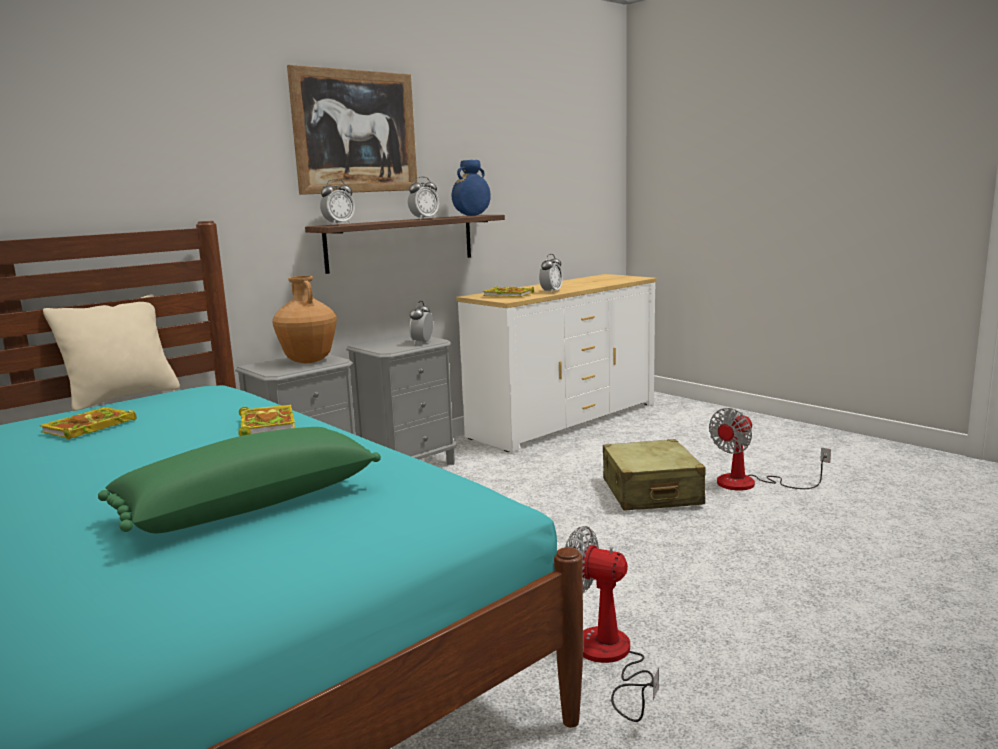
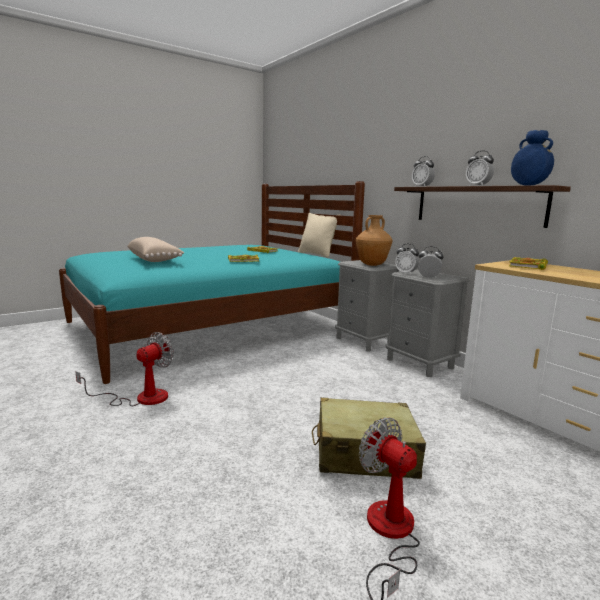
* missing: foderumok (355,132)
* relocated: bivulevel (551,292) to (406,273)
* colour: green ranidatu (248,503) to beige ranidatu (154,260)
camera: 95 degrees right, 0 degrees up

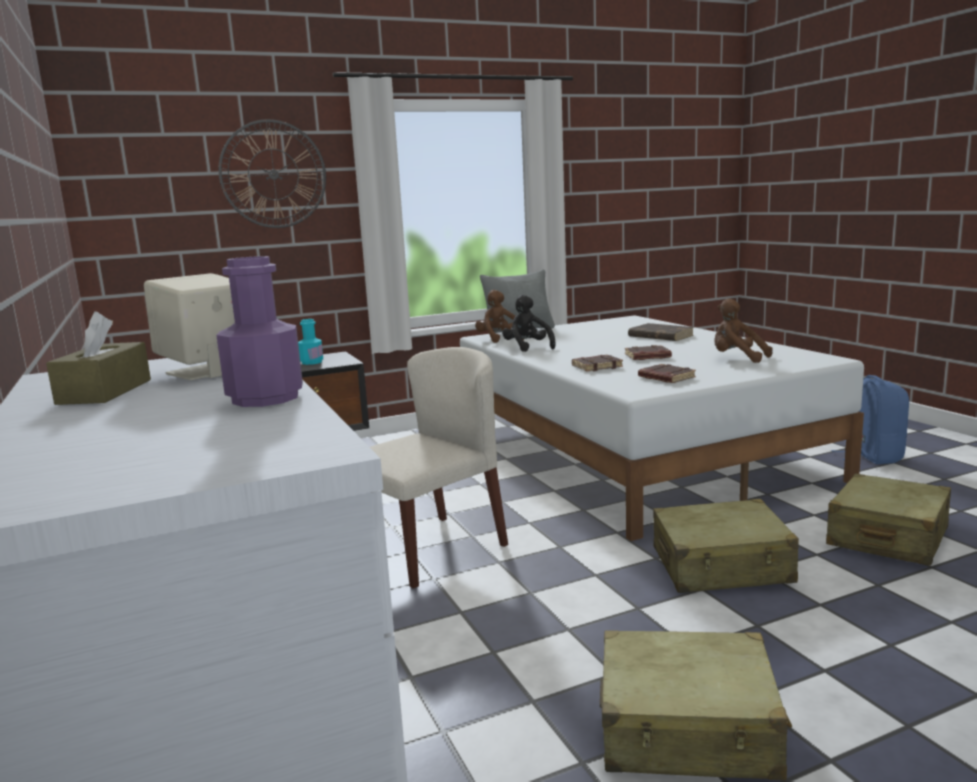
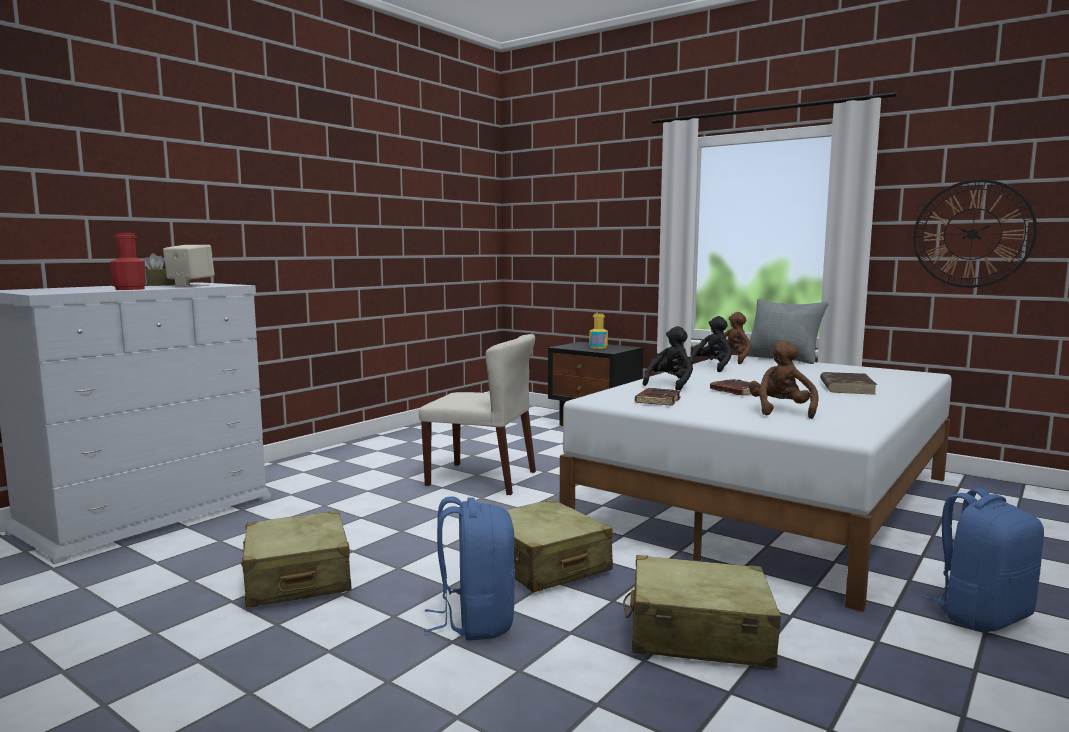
* appeared: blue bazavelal (475,621)
* relocated: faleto (273,174) to (972,234)
* exchanged: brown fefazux (597,367) to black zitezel (670,385)
* colour: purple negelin (265,398) to red negelin (130,289)
* colour: turquoise negelin (312,362) to yellow negelin (598,347)
camera: 60 degrees right, 5 degrees down

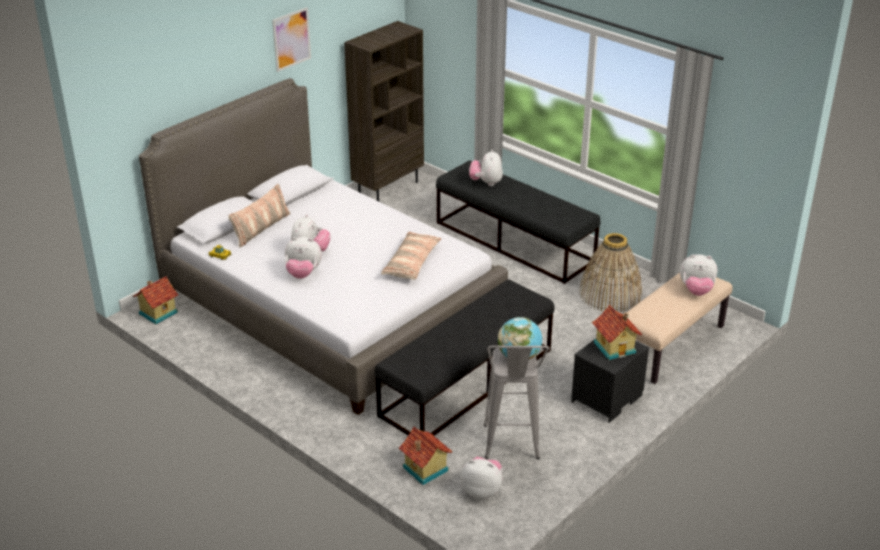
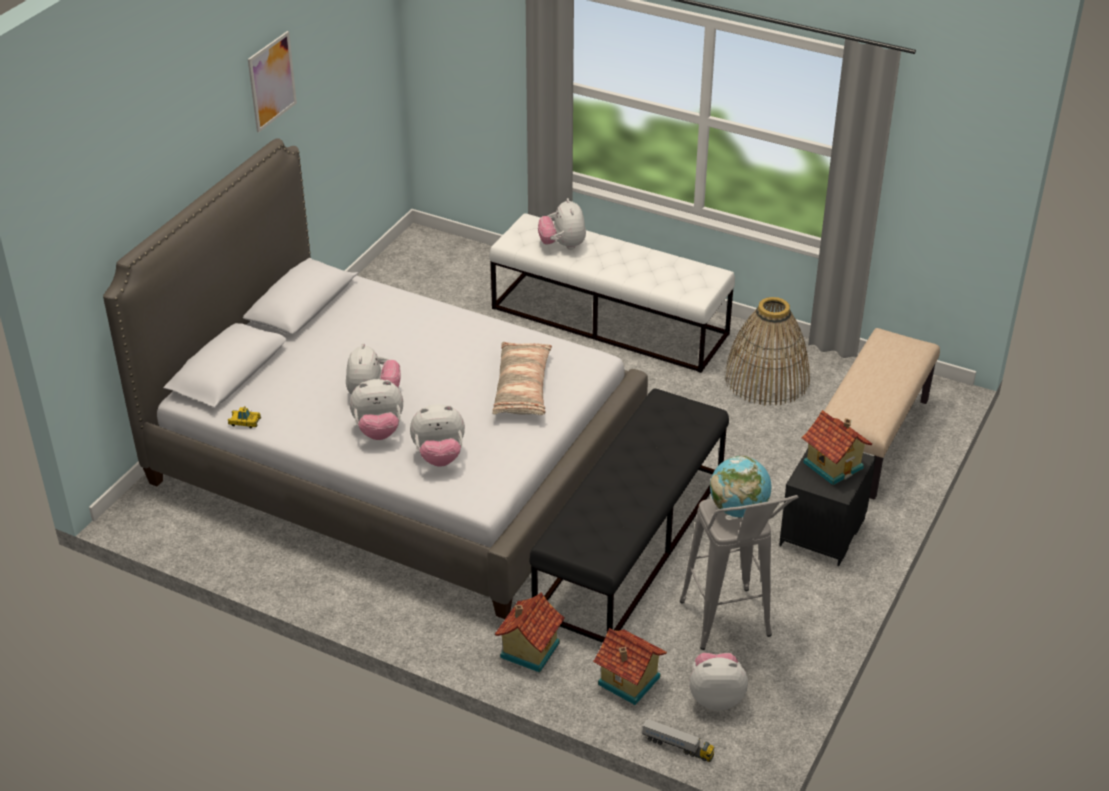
* missing: ranidatu (261,228)
* missing: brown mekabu (388,187)
* appeared: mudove (677,746)
* relocated: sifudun (157,312) to (528,649)
* relocated: zitezel (696,291) to (439,456)
* colour: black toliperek (514,242) to white toliperek (610,321)
camera: 15 degrees left, 5 degrees up

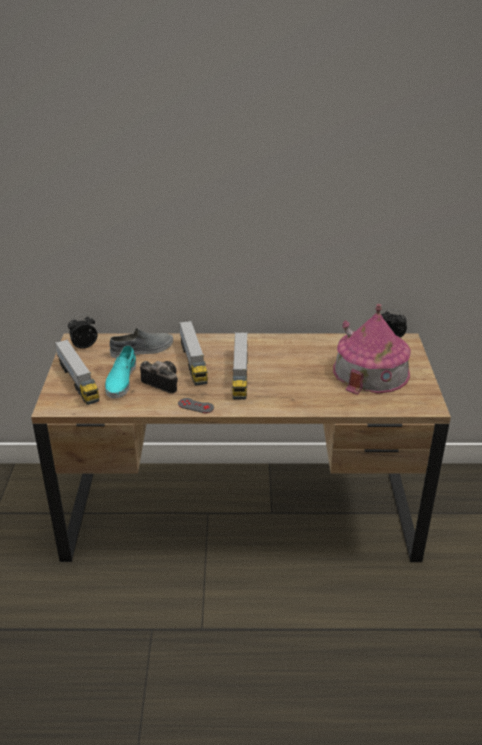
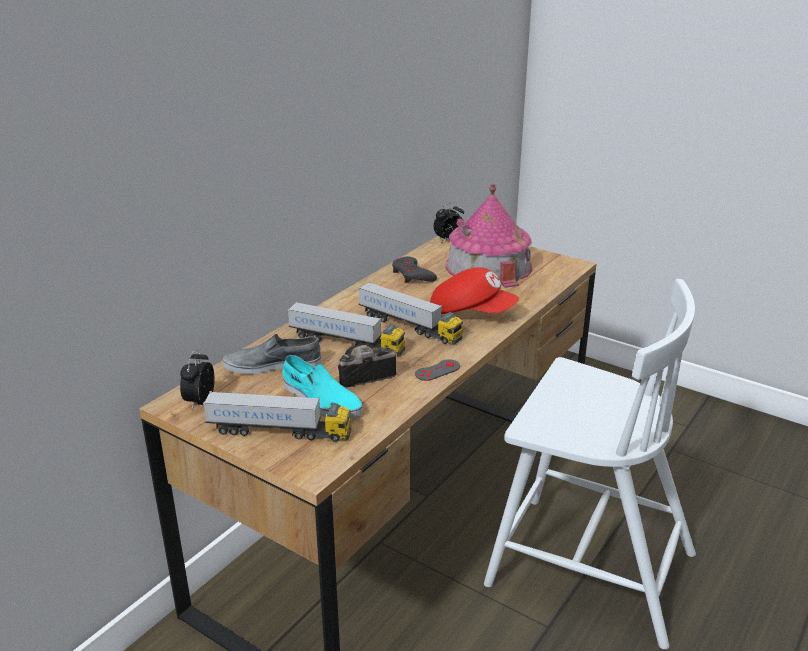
* appeared: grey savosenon (412,275)
* appeared: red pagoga (471,313)
* appeared: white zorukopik (587,567)
* spun: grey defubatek (142,350) = (273,365) 105 degrees counterclockwise
camera: 55 degrees left, 5 degrees down

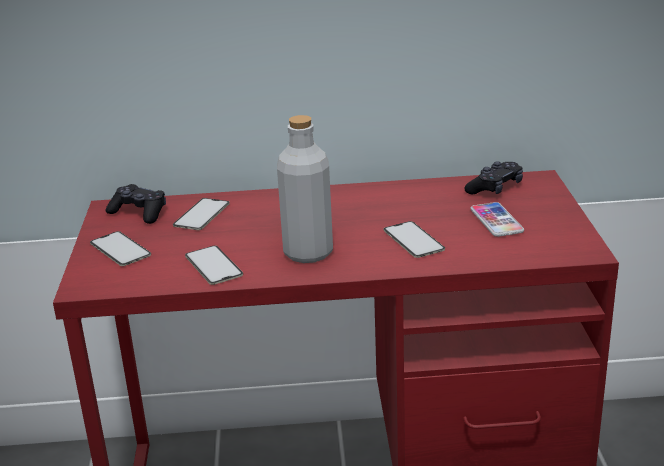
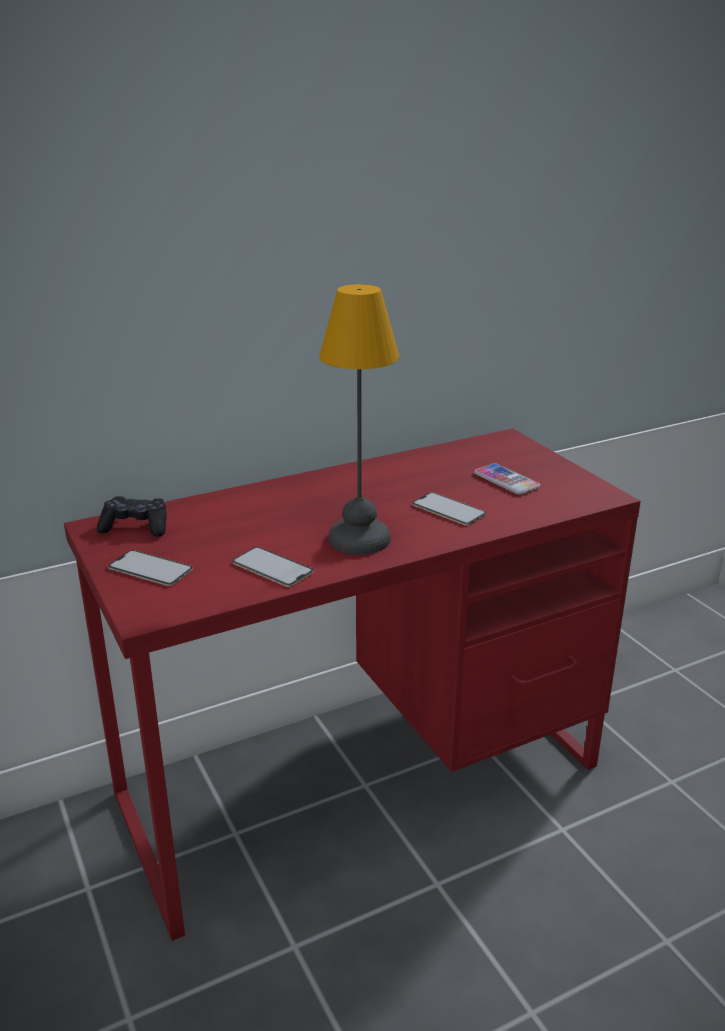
* missing: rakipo (201,214)
* missing: black savosenon (495,188)
* exchanged: grey negelin (308,253) to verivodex (359,538)
camera: 25 degrees left, 0 degrees up

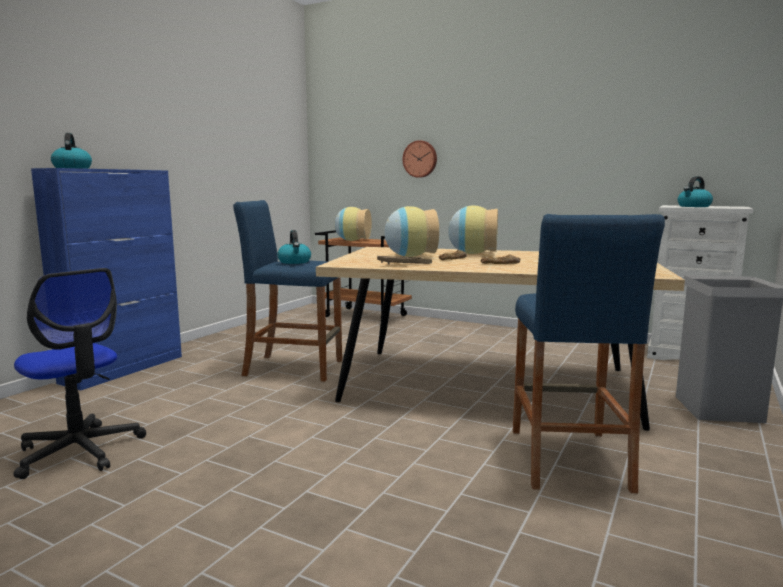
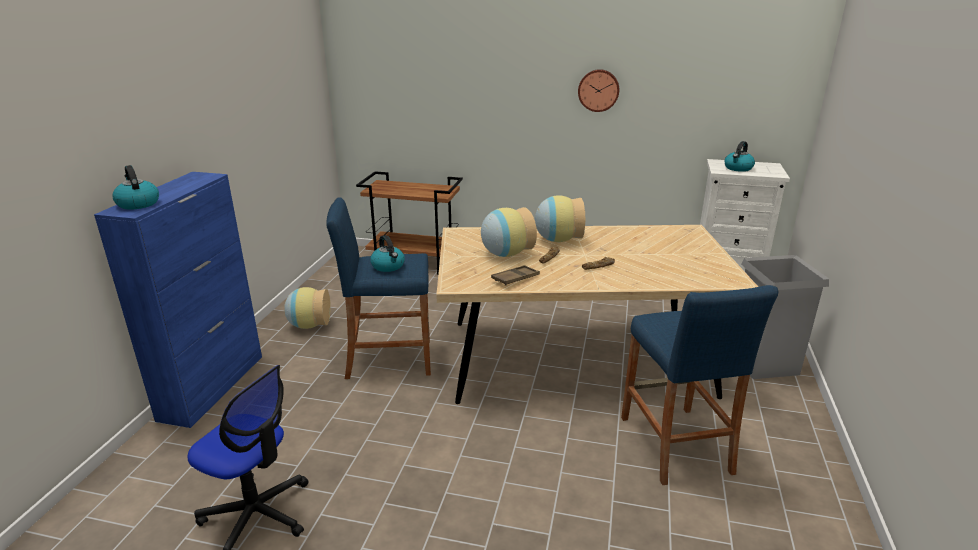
* relocated: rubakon (352,240) to (309,325)
* relocated: faleto (420,159) to (598,90)
camera: 15 degrees left, 15 degrees up

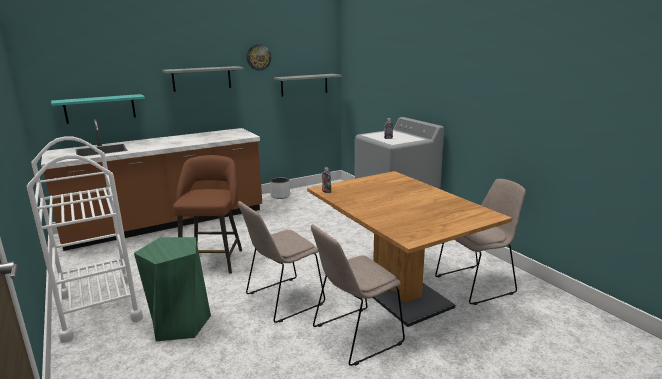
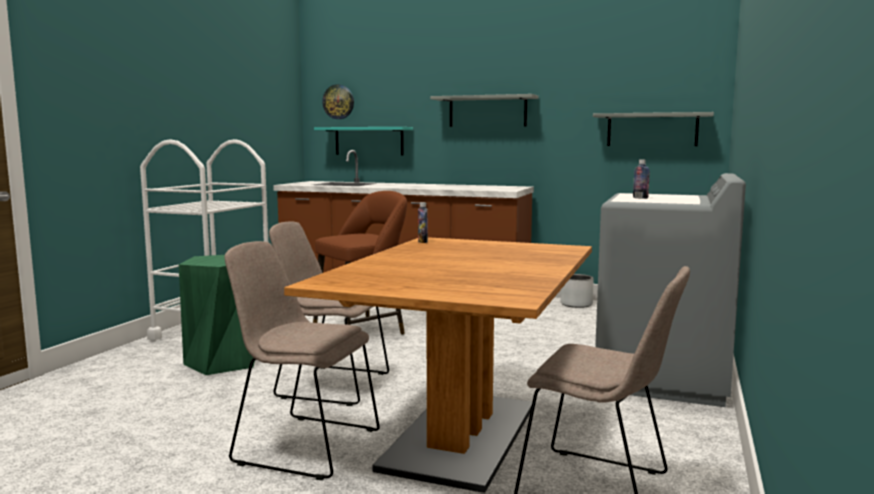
* relocated: faleto (258,57) to (338,102)
camera: 50 degrees right, 10 degrees down

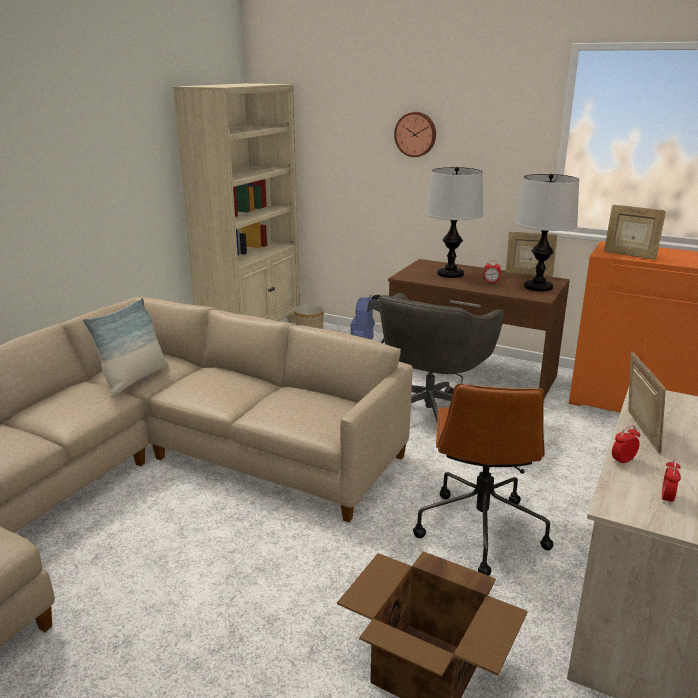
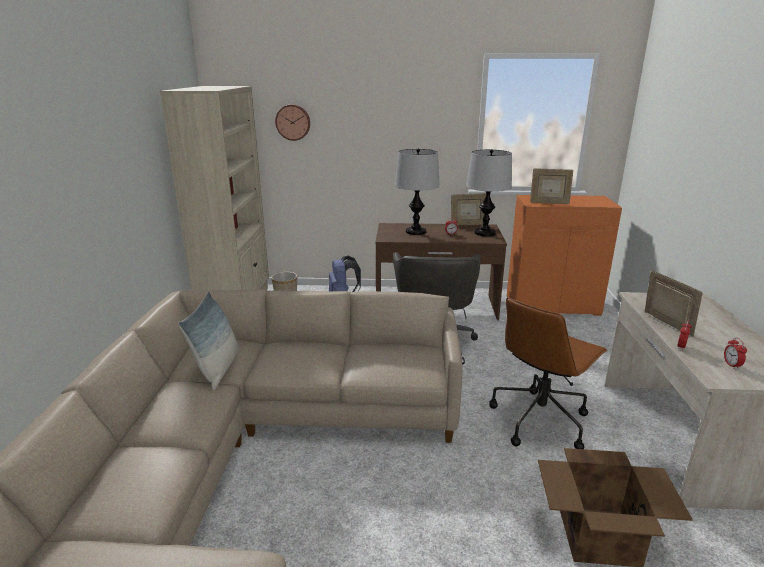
* relocated: faleto (416,134) to (293,122)
* spun: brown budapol (480,529) = (540,419) 60 degrees clockwise
camera: 25 degrees left, 0 degrees up

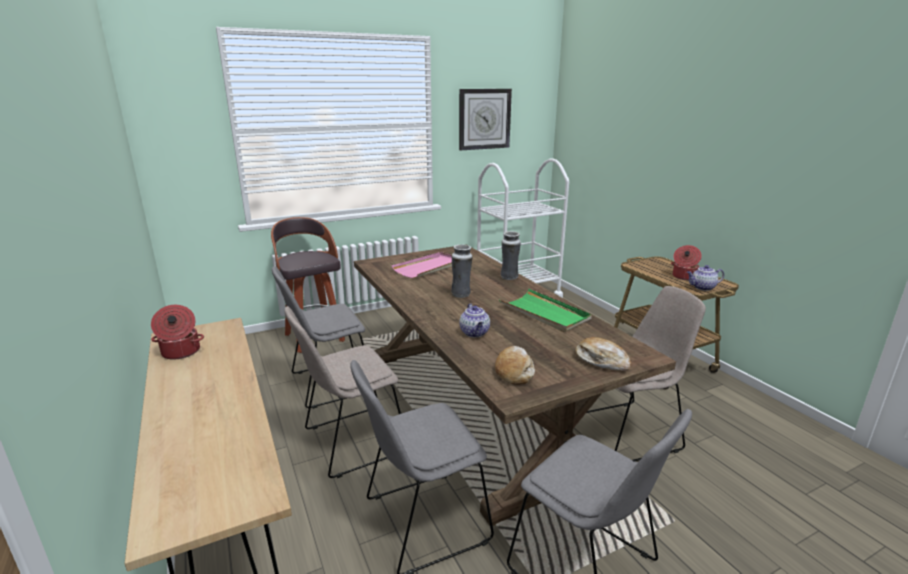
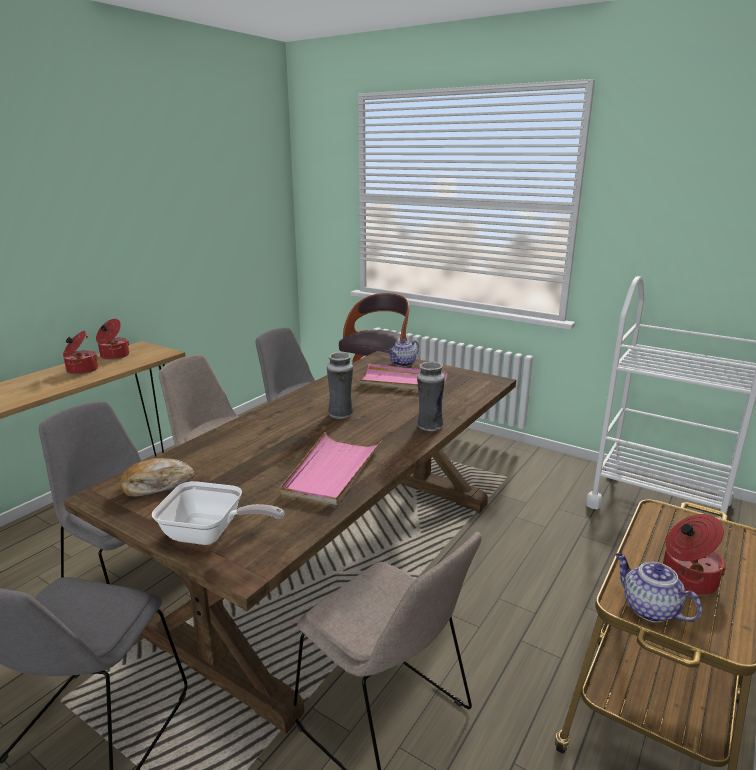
* missing: faleto (484,119)
* appeared: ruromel (81,370)
* relocated: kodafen (475,333) to (403,363)
* exchanged: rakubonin (601,361) to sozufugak (211,534)
* colour: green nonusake (544,313) to pink nonusake (332,471)
camera: 60 degrees right, 0 degrees up

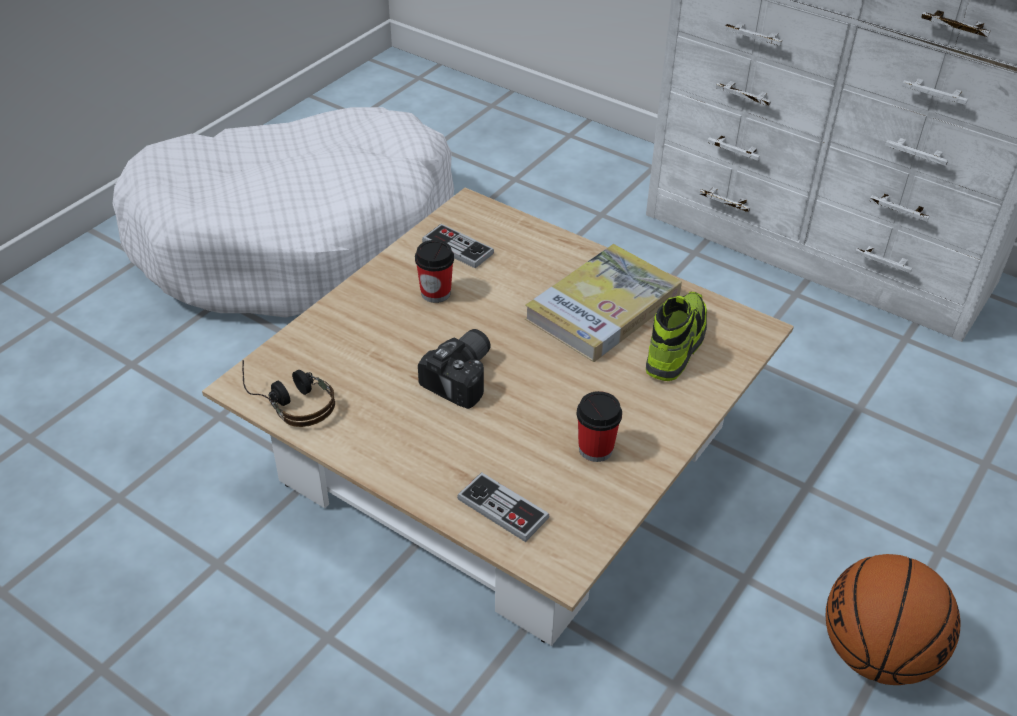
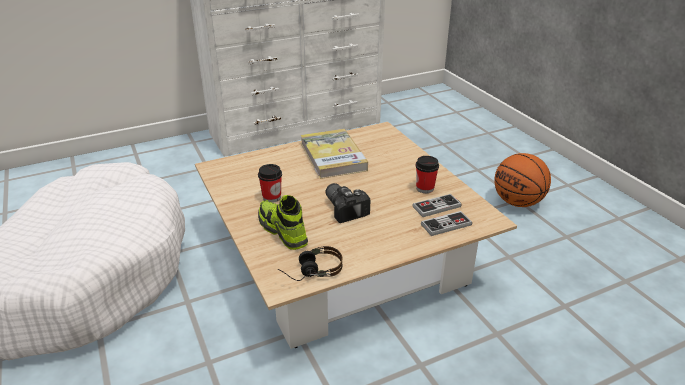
* relocated: savosenon (457,248) to (436,207)
* relocated: defubatek (675,345) to (282,231)
camera: 60 degrees left, 10 degrees down

